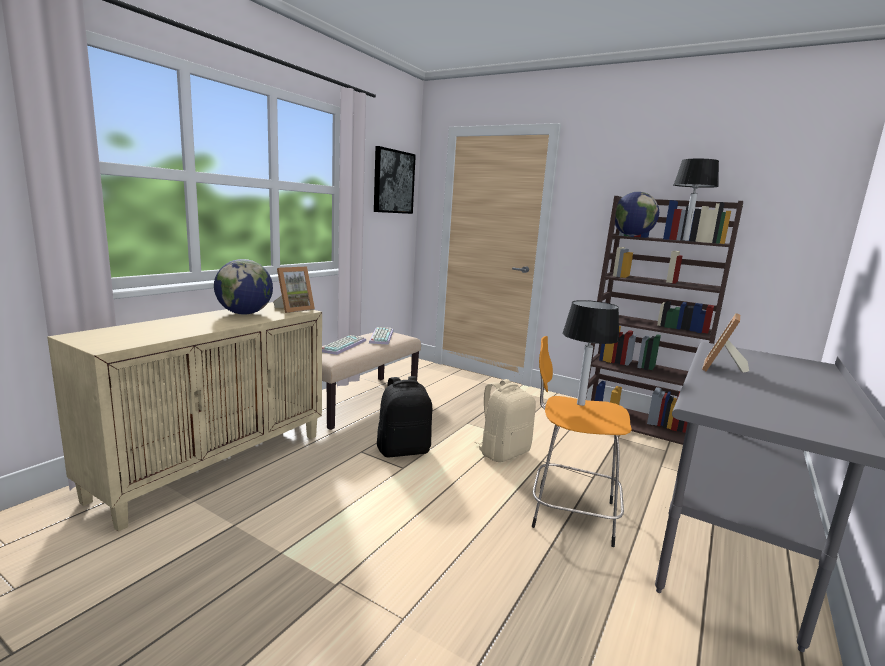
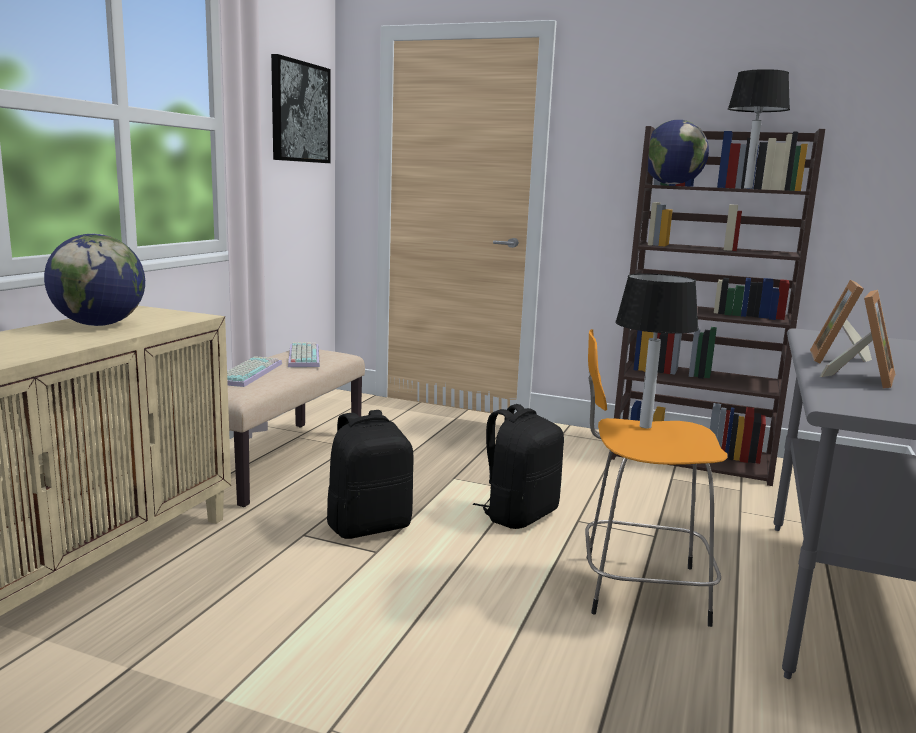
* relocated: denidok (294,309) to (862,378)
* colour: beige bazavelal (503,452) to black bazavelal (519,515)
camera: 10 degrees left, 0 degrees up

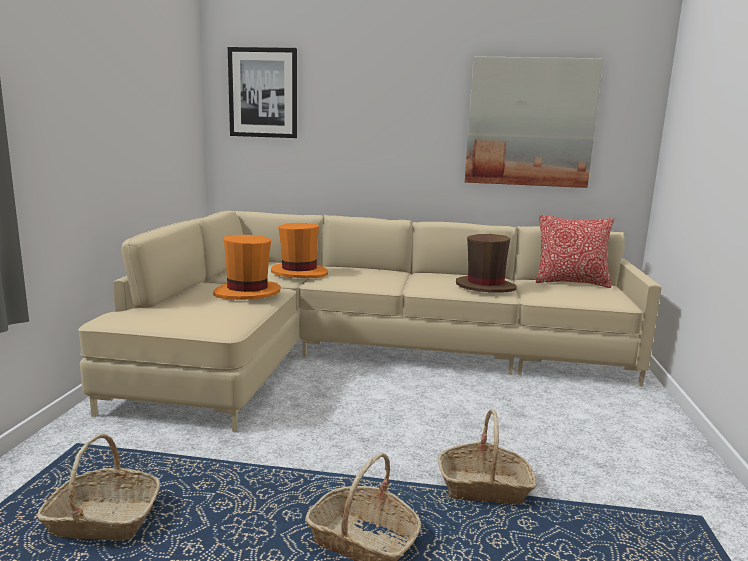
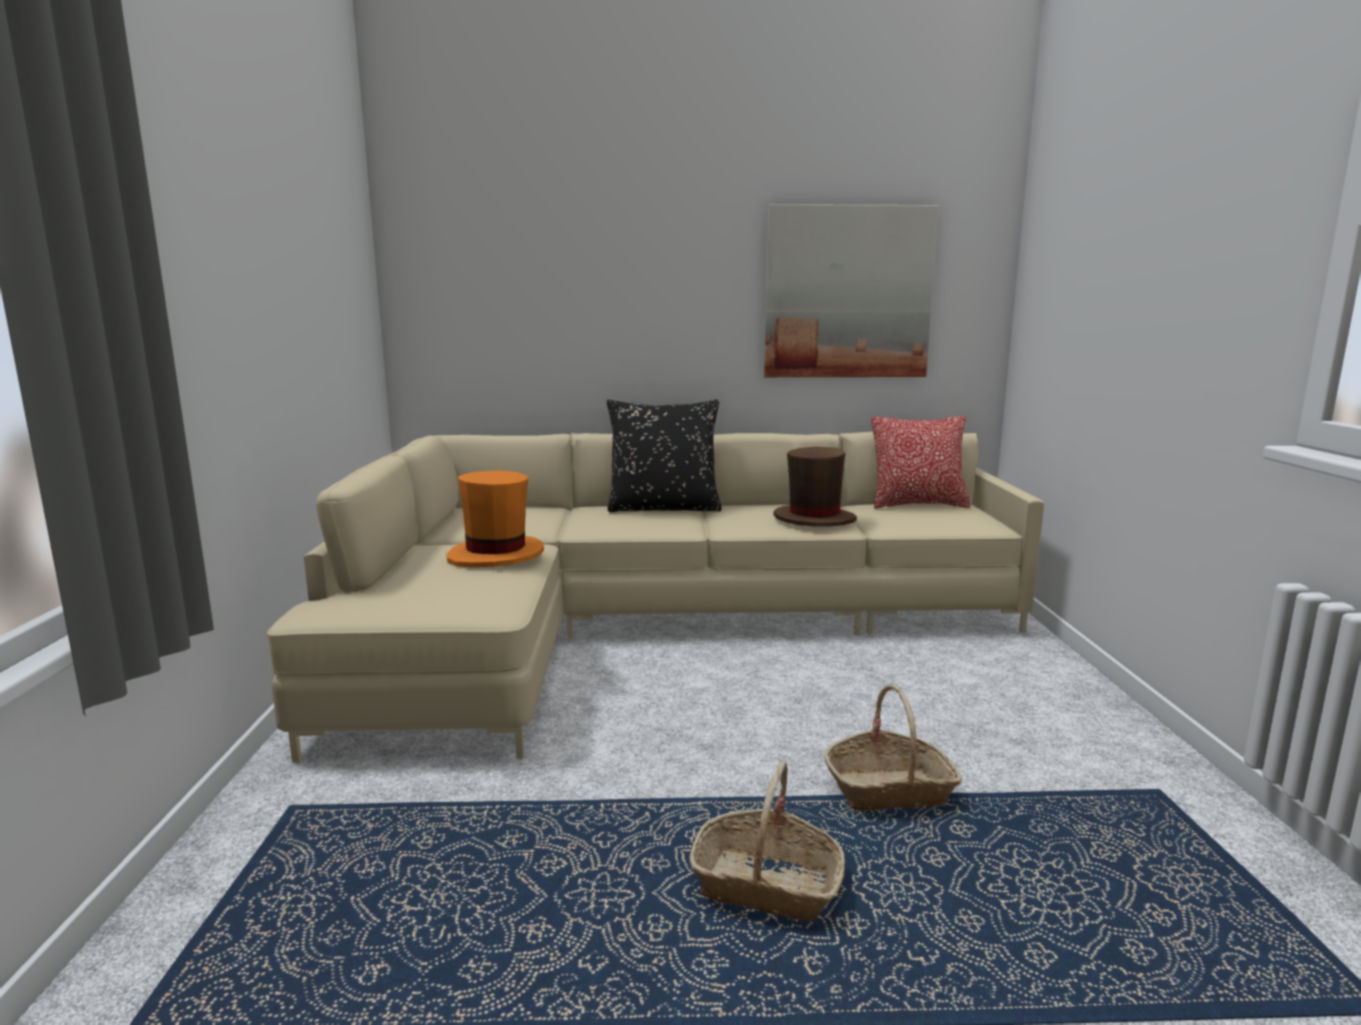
* missing: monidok (102,520)
* missing: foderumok (263,93)
* missing: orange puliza (299,273)
* appeared: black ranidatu (664,508)
camera: 10 degrees left, 0 degrees up

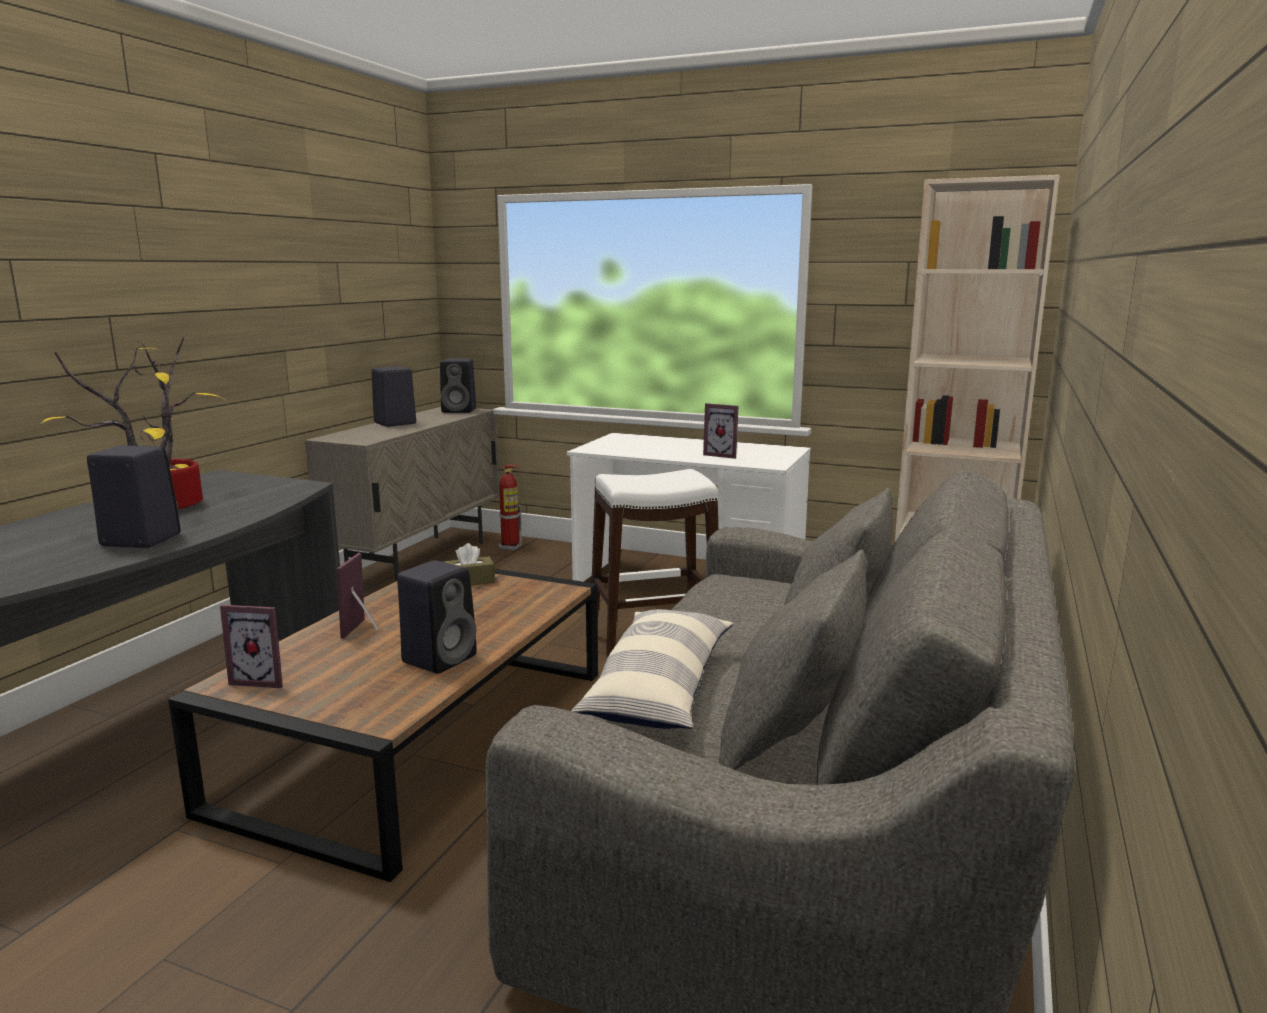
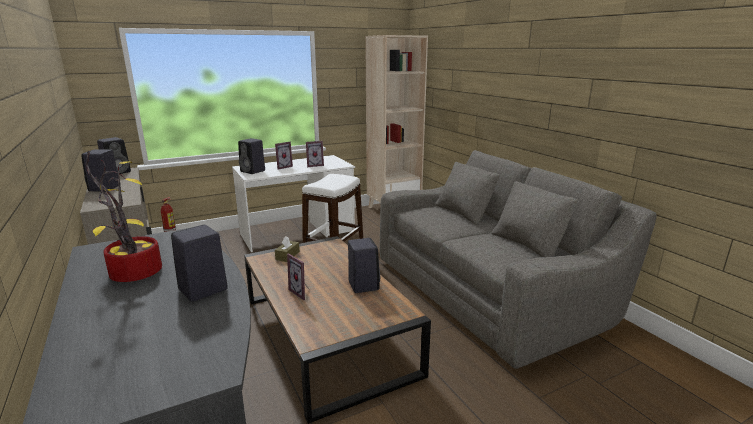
* missing: ranidatu (660,688)
* appeared: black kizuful (253,171)
* relocated: denidok (263,679) to (282,167)
camera: 50 degrees left, 5 degrees up

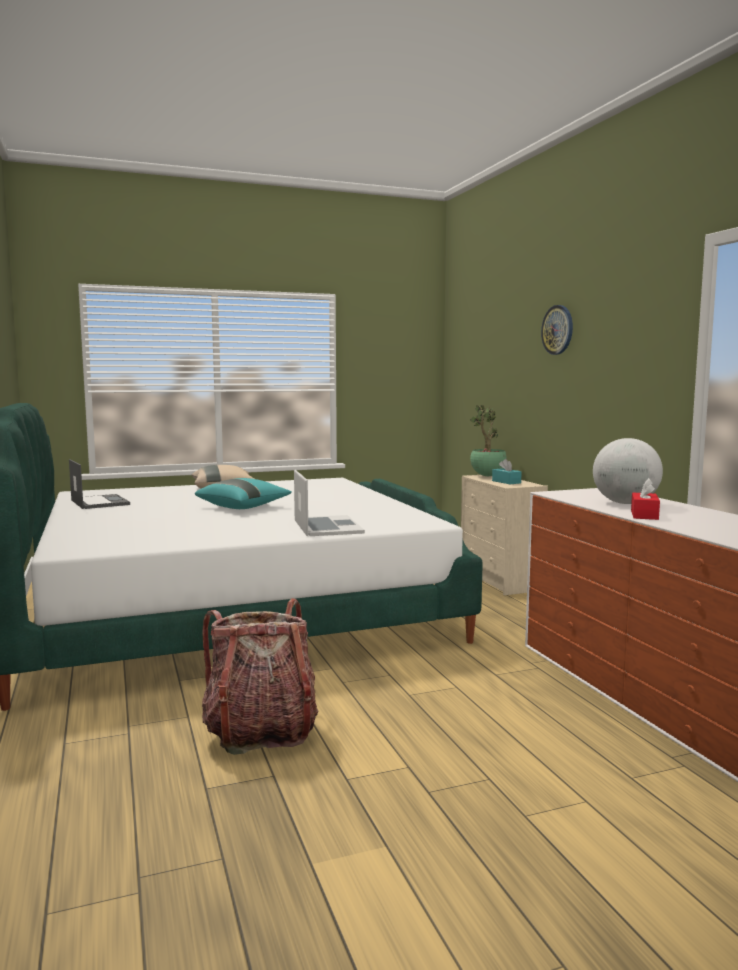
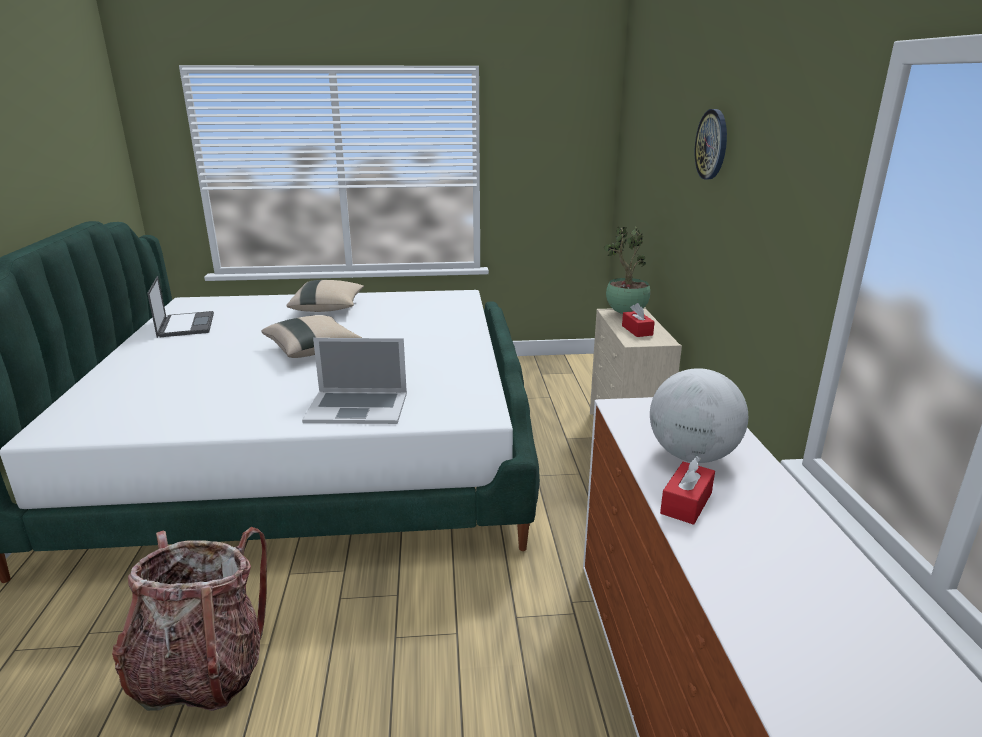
* colour: turquoise ranidatu (244,507) to beige ranidatu (313,350)
* colour: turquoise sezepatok (506,482) to red sezepatok (637,330)
* spun: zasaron (327,526) = (357,407) 90 degrees clockwise
camera: 15 degrees right, 15 degrees up

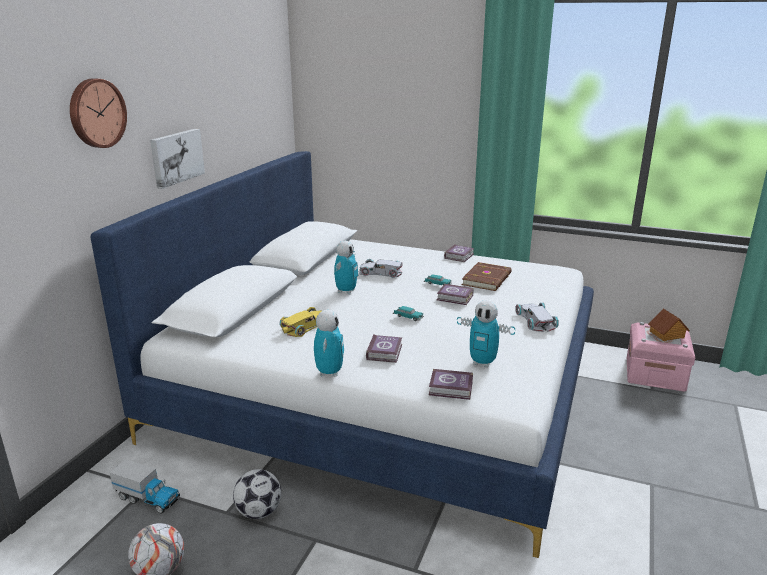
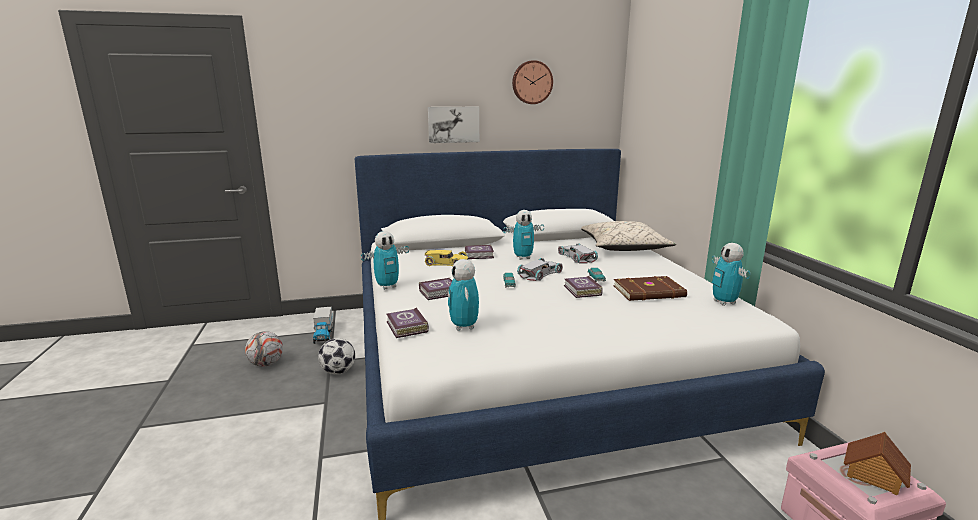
* appeared: beige ranidatu (623,247)
* appeared: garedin (724,302)
* relocated: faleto (96,113) to (532,82)
* relocated: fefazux (460,256) to (480,255)
* relocated: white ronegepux (536,320) to (540,273)
camera: 55 degrees right, 5 degrees down

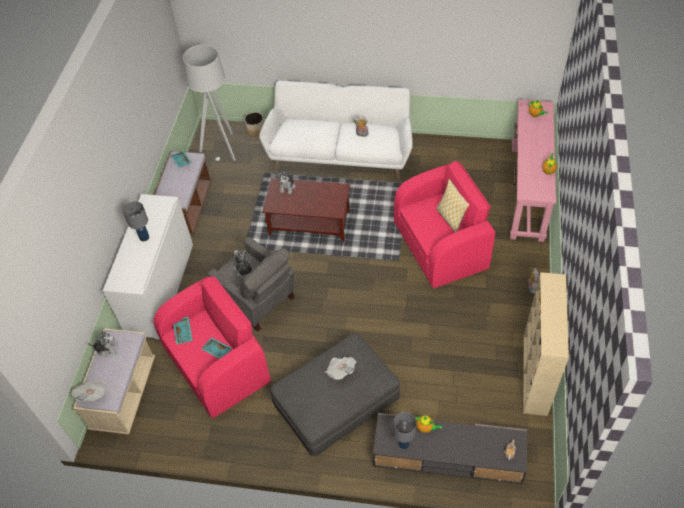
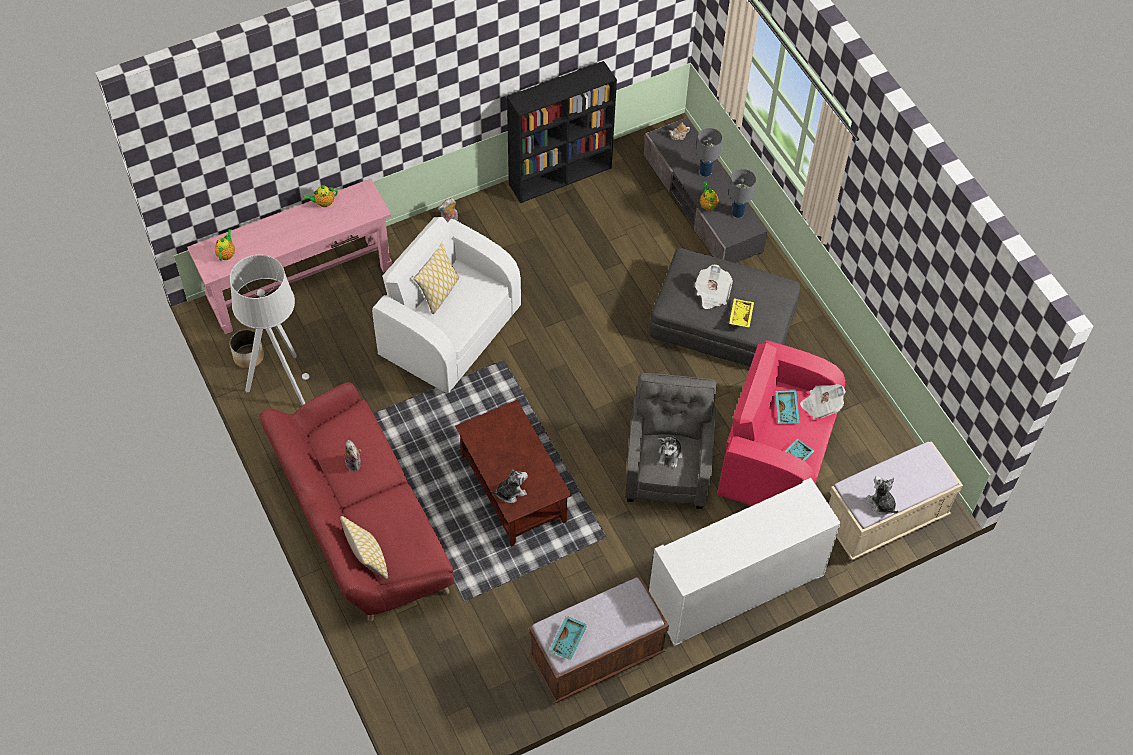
* appeared: ranidatu (367,560)
* appeared: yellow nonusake (740,315)
* relocated: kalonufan (93,394) to (821,405)
* relocated: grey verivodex (144,237) to (705,171)
* relocated: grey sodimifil (222,148) to (282,384)
* relocated: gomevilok (256,130) to (248,356)
* colour: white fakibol (341,153) to red fakibol (362,527)
* colour: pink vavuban (441,246) to white vavuban (449,330)
* colour: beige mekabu (535,375) to black mekabu (561,175)
camera: 130 degrees left, 5 degrees up

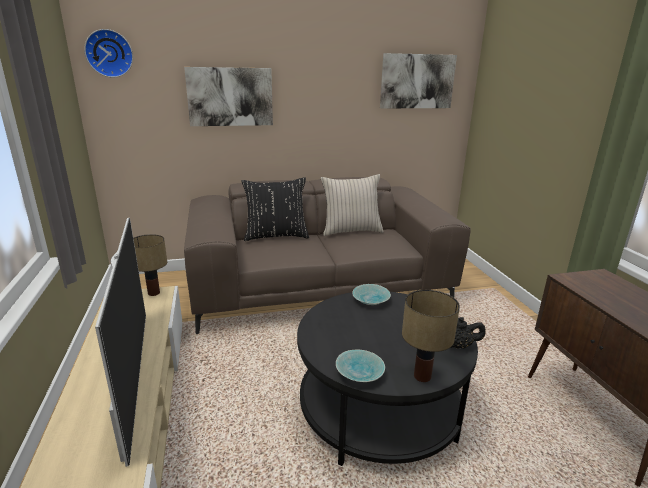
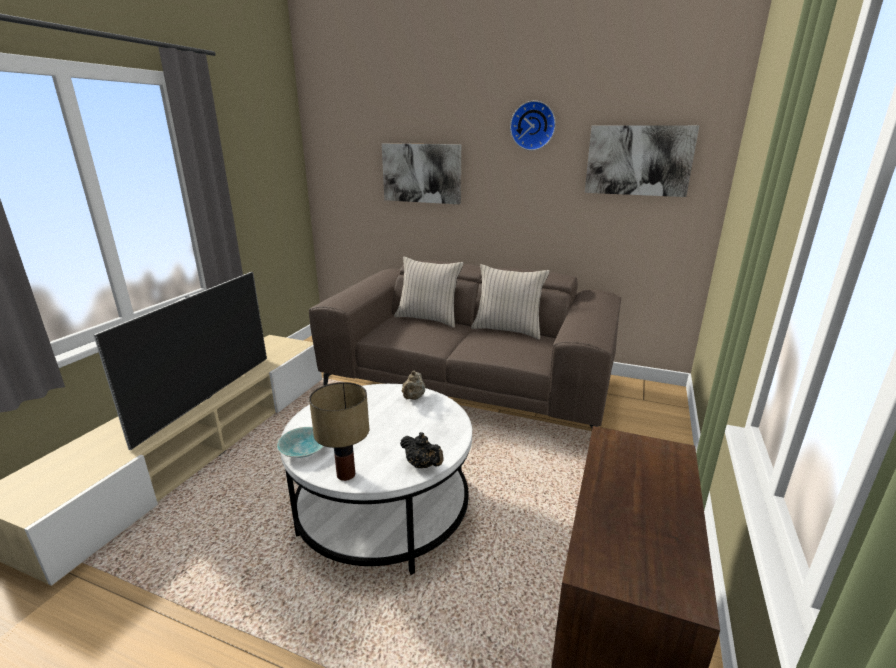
* missing: verivodex (153,293)
* relocated: faleto (109,53) to (533,126)
* exchanged: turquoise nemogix (372,301) to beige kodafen (413,398)
* colour: black ranidatu (276,236) to beige ranidatu (428,319)
* colour: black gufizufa (379,408) to white gufizufa (383,509)
camera: 35 degrees right, 0 degrees up

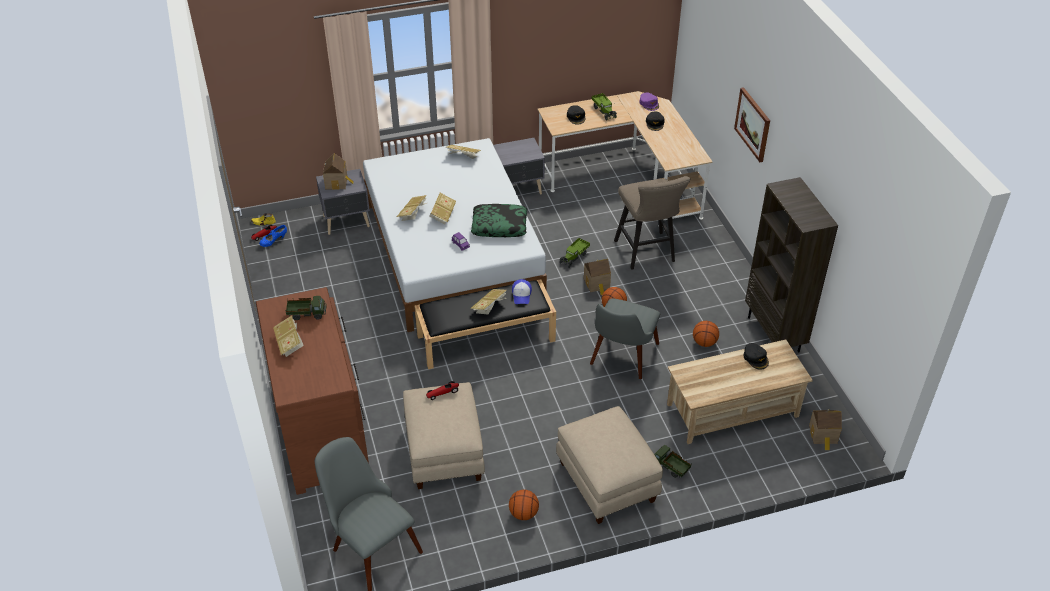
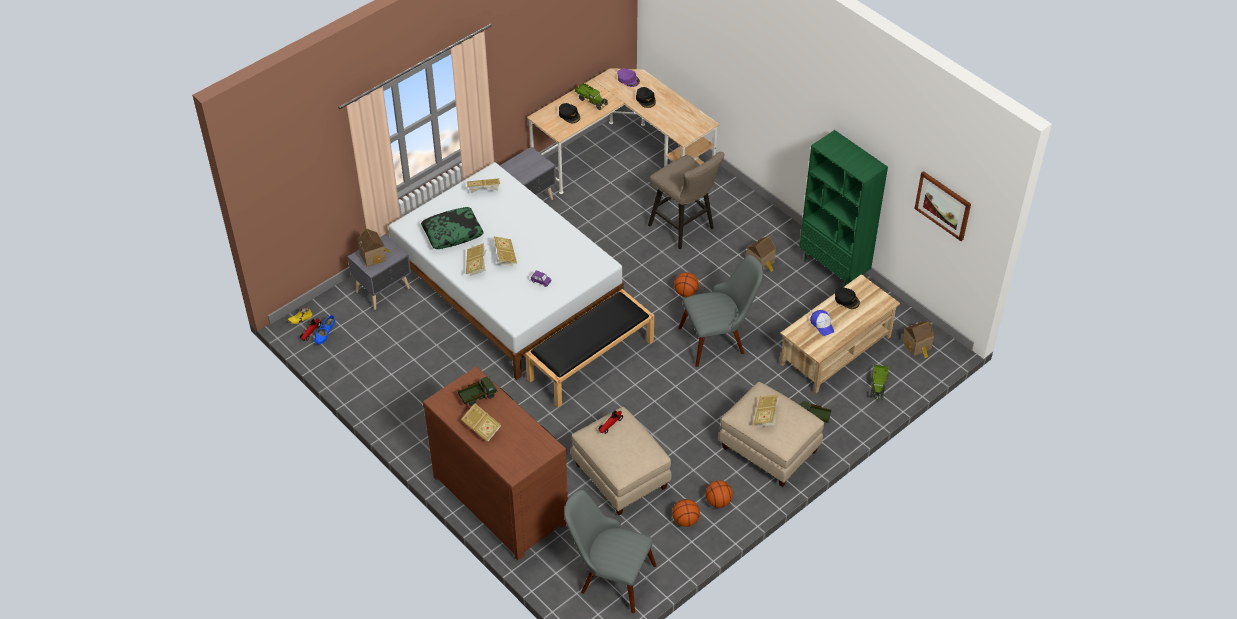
* relocated: fefazux (489,307) to (766,416)
* relocated: ranidatu (499,226) to (452,232)
* relocated: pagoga (521,295) to (822,325)
* relocated: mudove (574,257) to (878,386)
* relocated: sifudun (597,284) to (761,262)
* relocated: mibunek (704,342) to (685,520)
* relocated: foderumok (753,124) to (943,205)
* colour: brown mekabu (774,334) to green mekabu (834,269)
* spun: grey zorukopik (621,360) = (720,338) 105 degrees counterclockwise
camera: 25 degrees left, 5 degrees up

